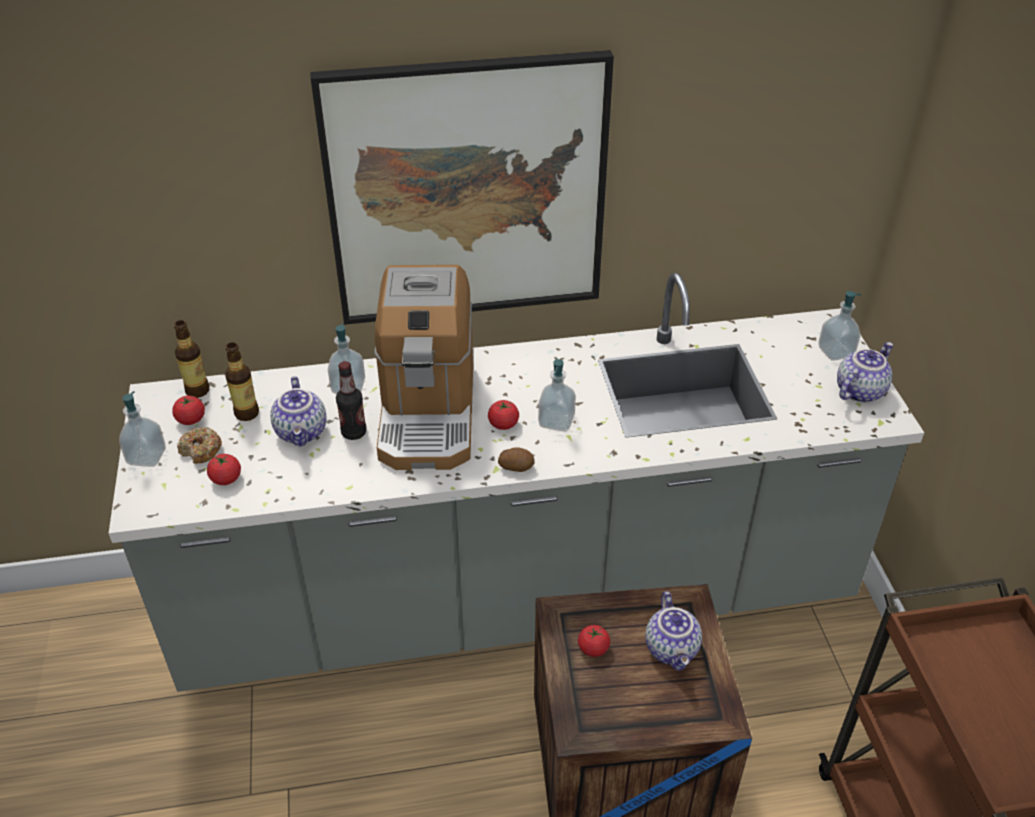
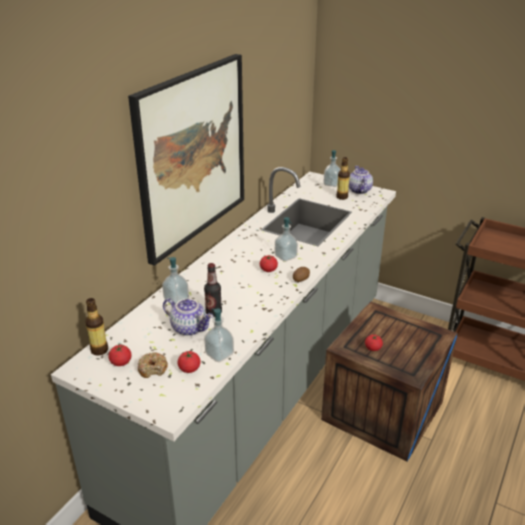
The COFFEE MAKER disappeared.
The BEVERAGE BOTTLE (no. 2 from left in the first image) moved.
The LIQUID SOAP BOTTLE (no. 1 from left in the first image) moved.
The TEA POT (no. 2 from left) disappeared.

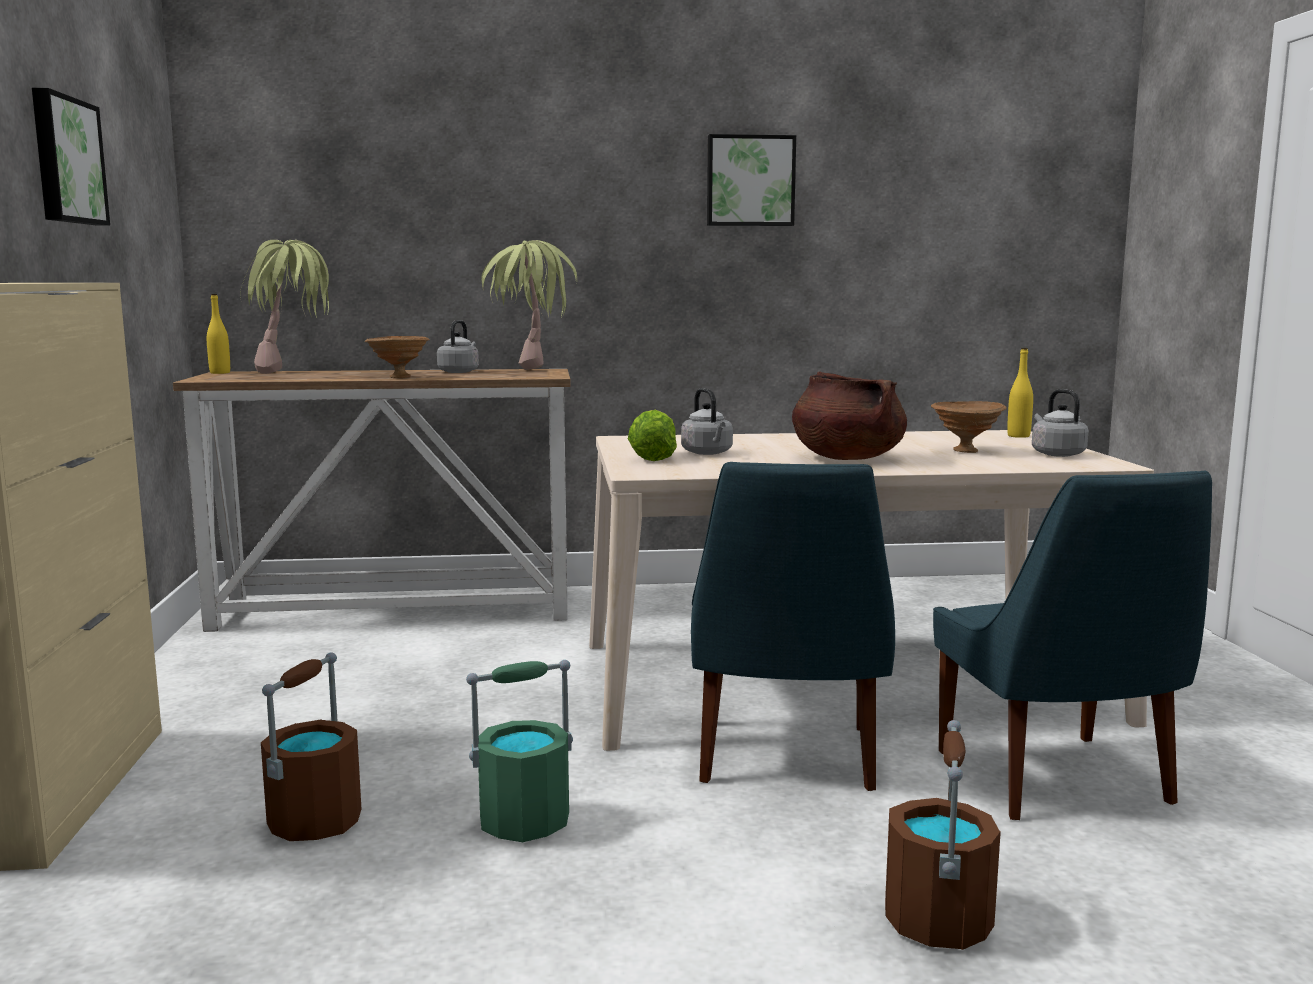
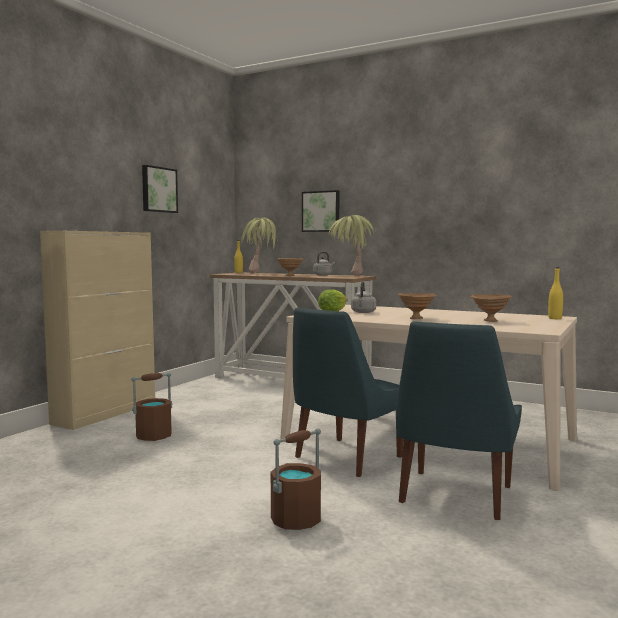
The PICTURE (no. 2 from left) moved.
The BROWN STOCKPOT was replaced by the BROWN SERVING BOWL (no. 2 from left).
The GRAY WATER KETTLE (no. 3 from left) disappeared.
The GREEN WATER BUCKET disappeared.

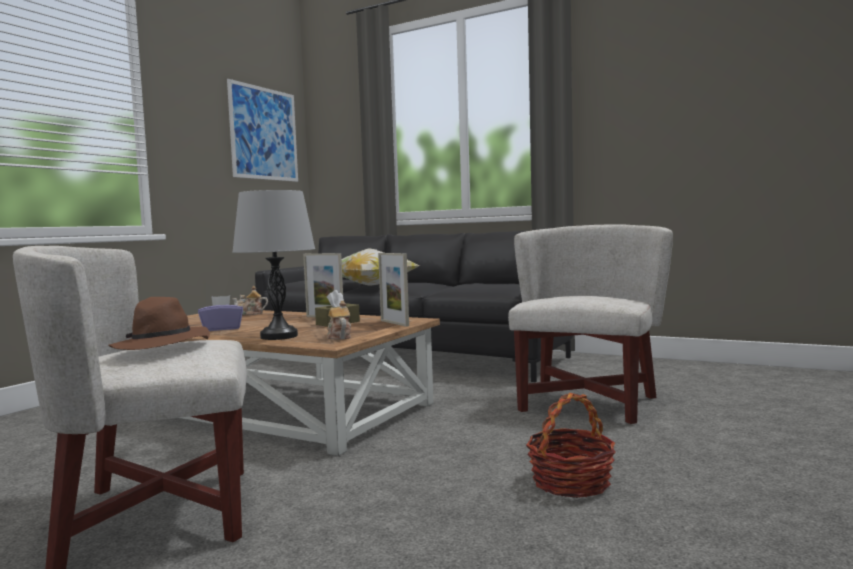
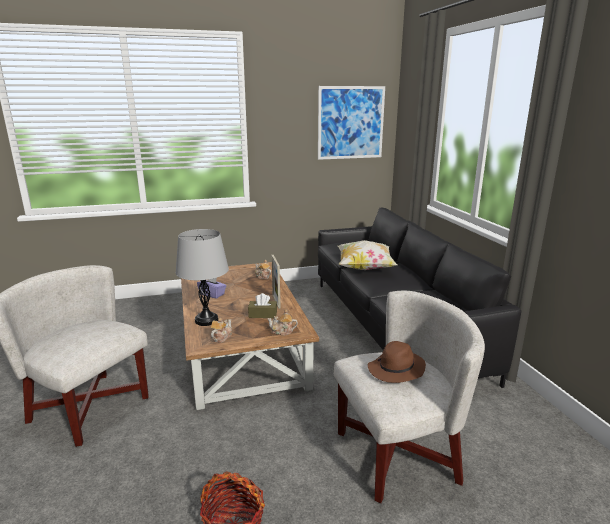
The PHOTO FRAME (no. 2 from left) was replaced by the TEA POT (no. 3 from left).
The BROWN HAT moved.

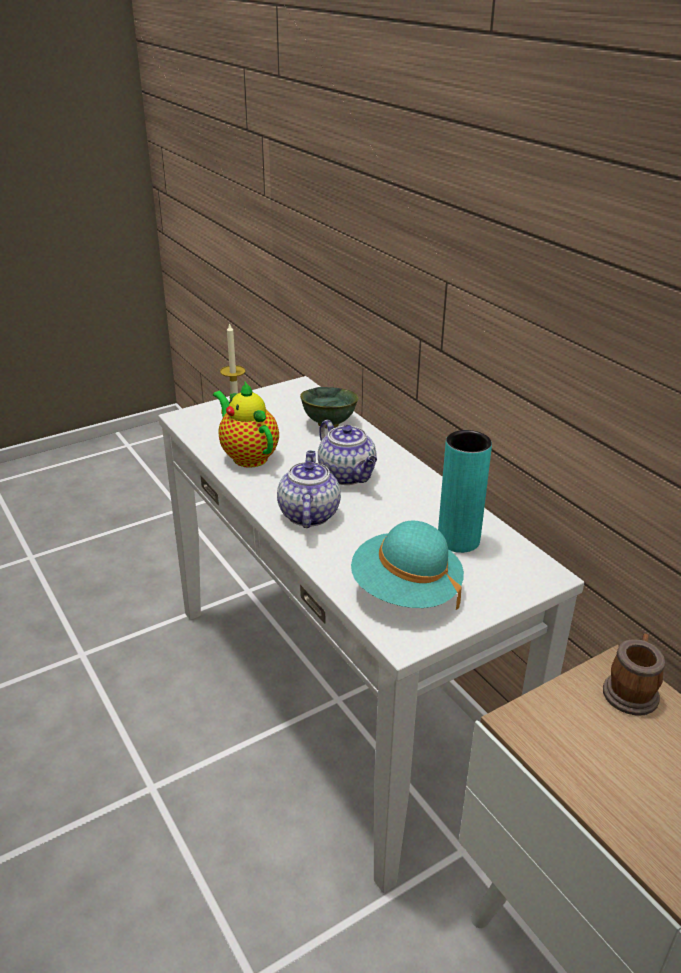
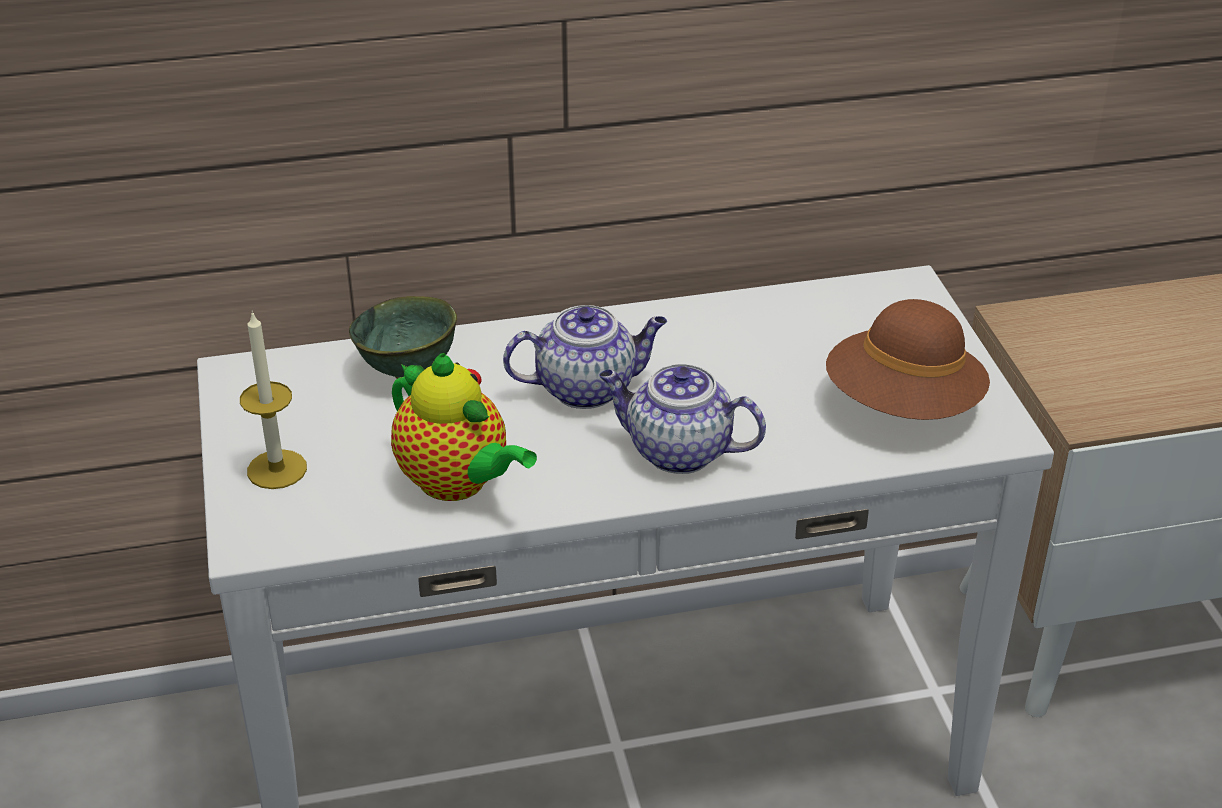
The TEA POT (no. 1 from left) turned 120 degrees counterclockwise.
The BLUE-GREEN FLOWER VASE disappeared.
The BLUE-GREEN HAT became the BROWN HAT.
The TEA MUG disappeared.

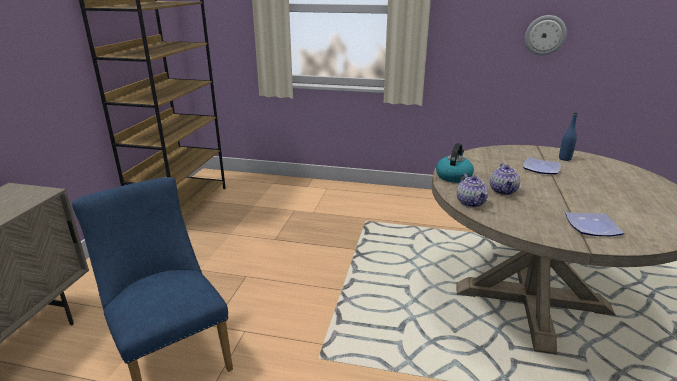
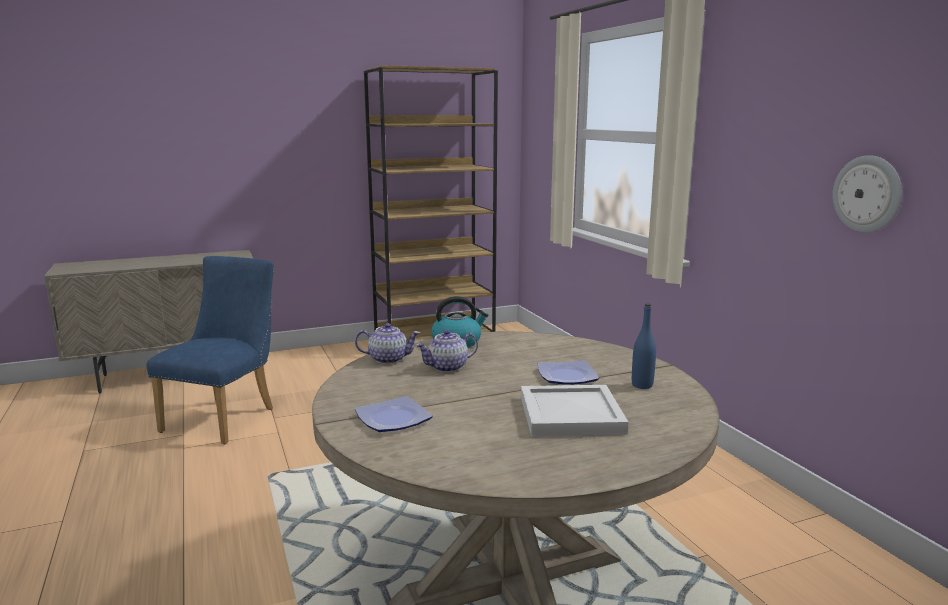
The TEA POT (no. 1 from left) turned 135 degrees counterclockwise.
The WHITISH CARRYING TRAY appeared.

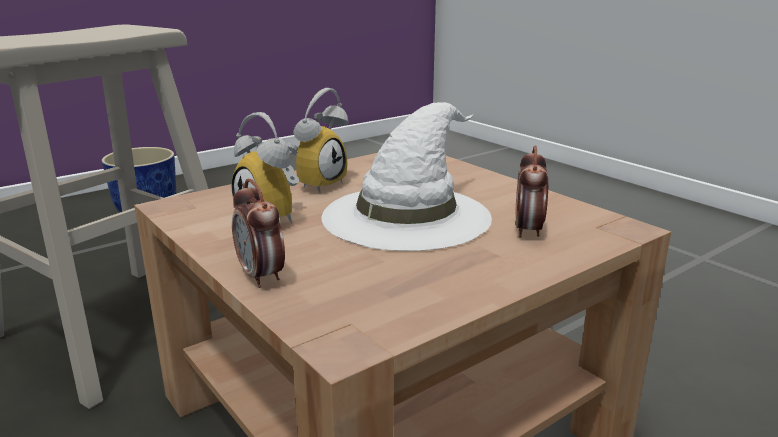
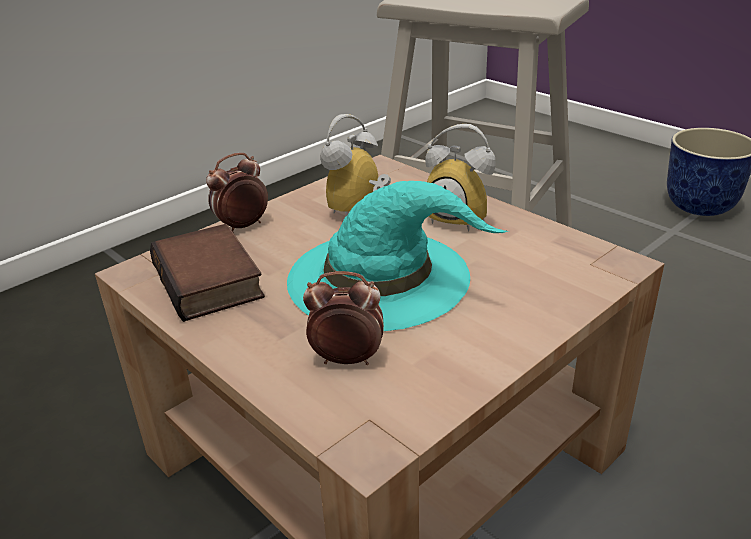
The WHITISH HAT became the BLUE-GREEN HAT.
The BOUND BOOK appeared.

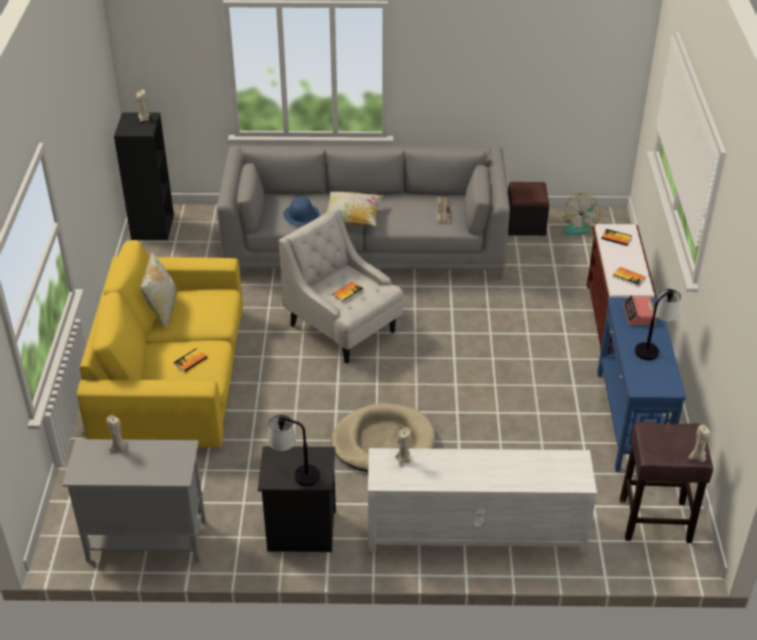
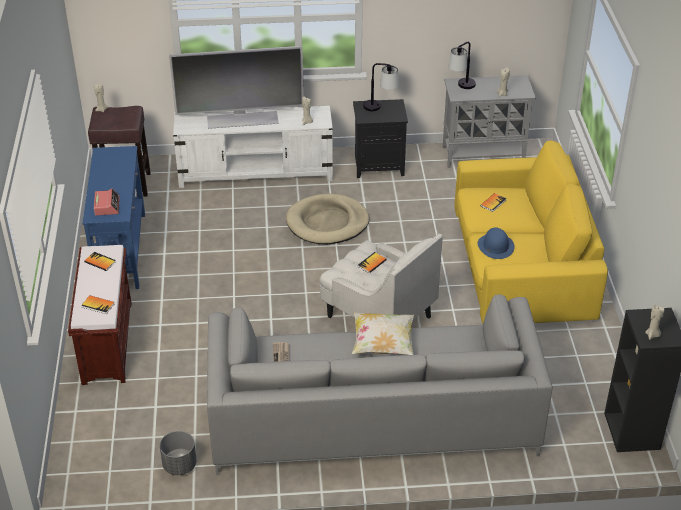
The BLACKISH OTTOMAN was replaced by the GRAY PLANTER.
The ELECTRIC FAN disappeared.
The BLUISH HAT moved.
The PILLOW (no. 1 from left) disappeared.
The LAMP FOR A TABLE (no. 2 from left) moved.
The TELEVISION appeared.

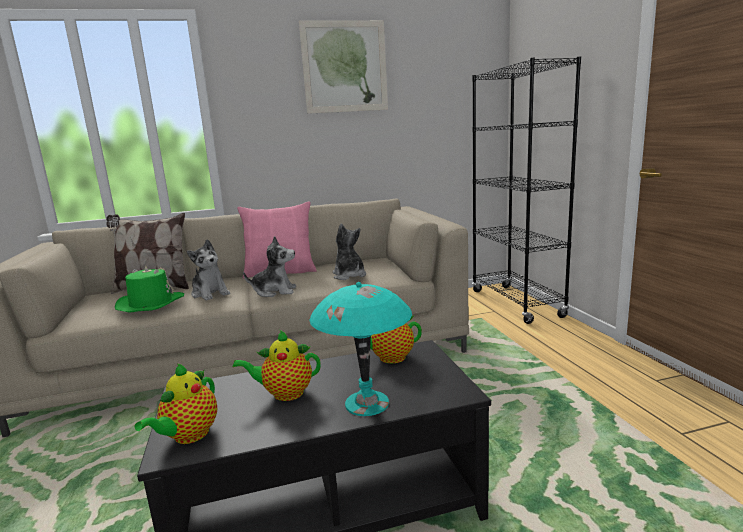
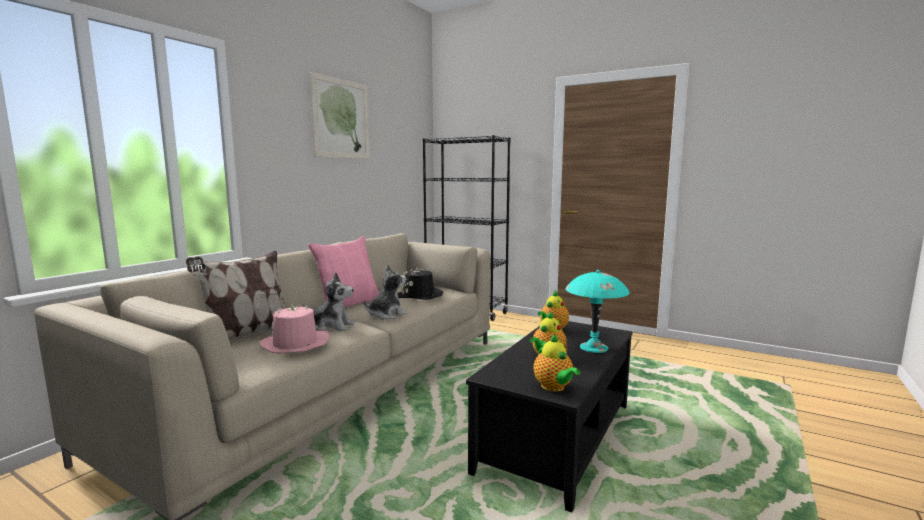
The SOFT TOY (no. 3 from left) was replaced by the BLACKISH HAT.
The GREEN HAT became the PINK HAT.

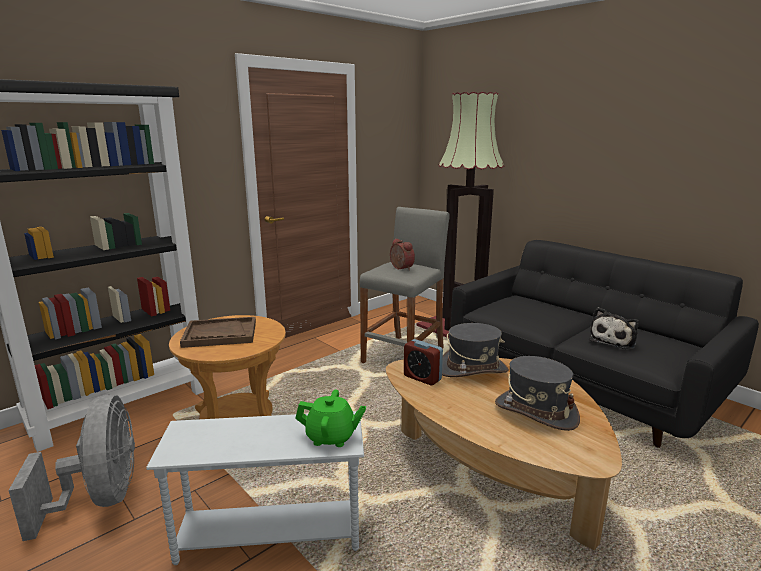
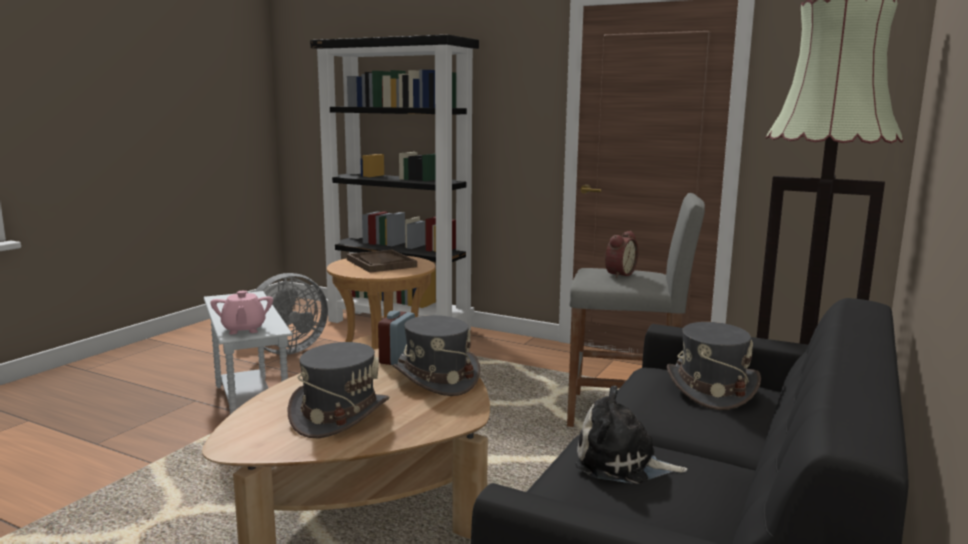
The GREEN TEA POT became the PINK TEA POT.
The GRAY HAT (no. 3 from left) appeared.

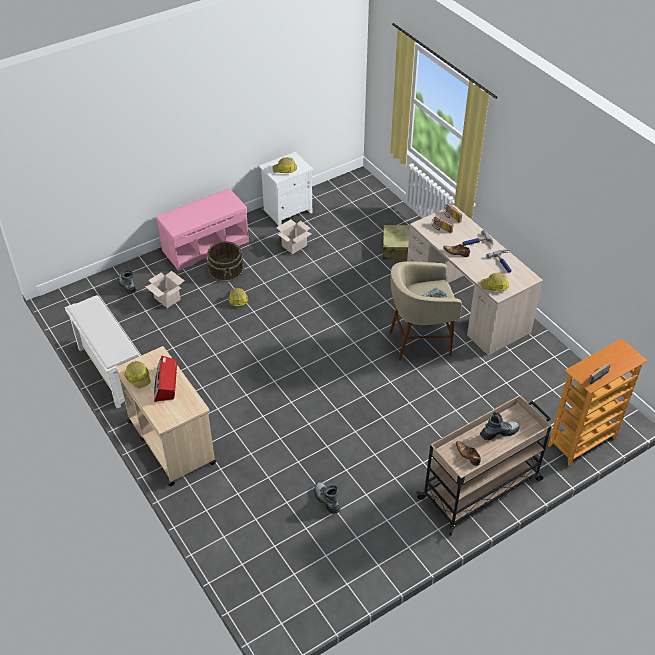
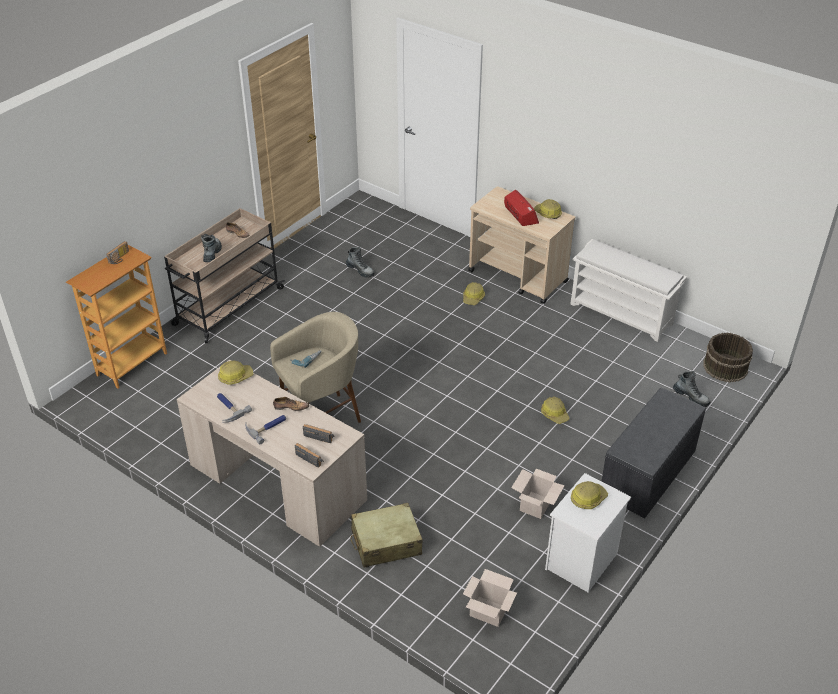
The PINK INDOOR BENCH became the GRAY INDOOR BENCH.
The BROWN WATER BUCKET moved.
The CARDBOARD BOX (no. 1 from left) moved.
The TALL BOOT (no. 3 from left in the first image) turned 135 degrees clockwise.
The WORK HELMET (no. 2 from left) appeared.

